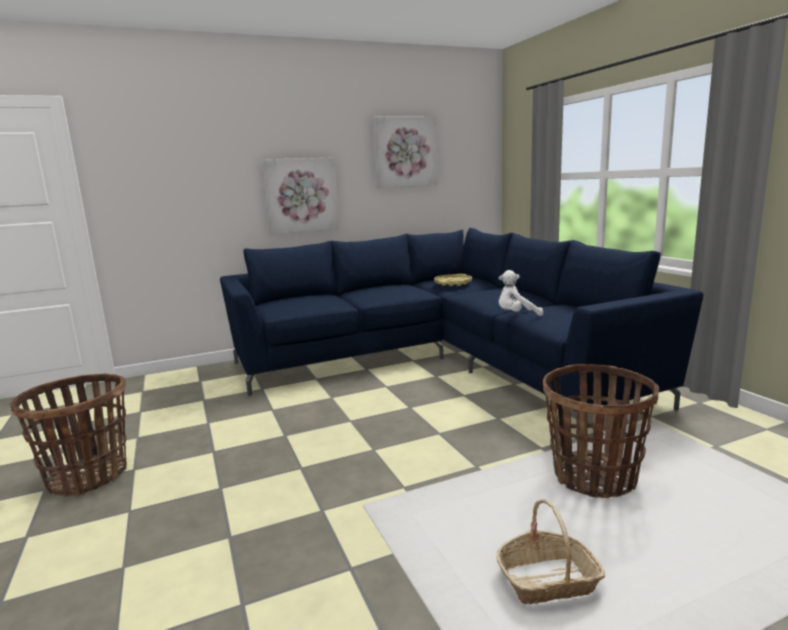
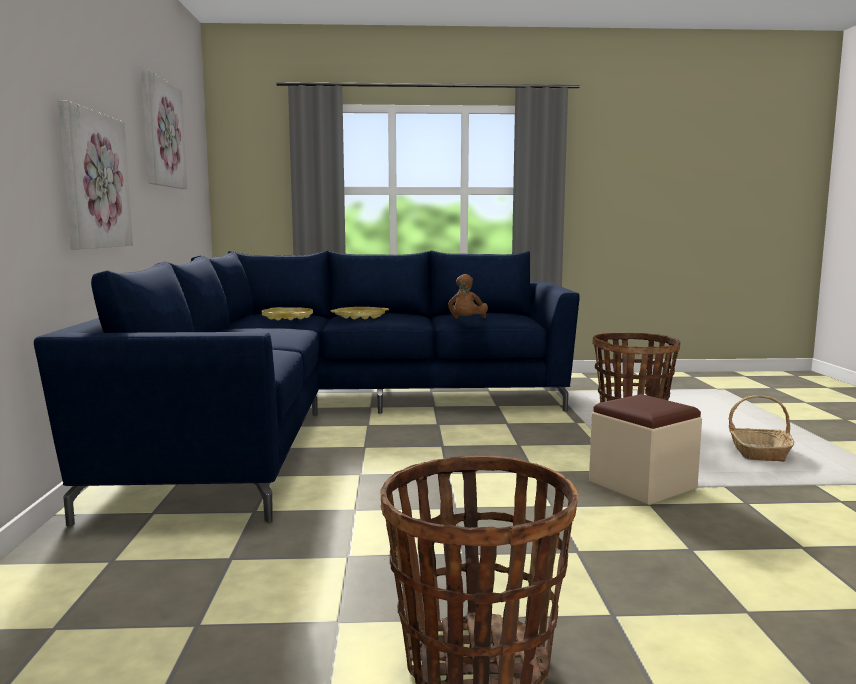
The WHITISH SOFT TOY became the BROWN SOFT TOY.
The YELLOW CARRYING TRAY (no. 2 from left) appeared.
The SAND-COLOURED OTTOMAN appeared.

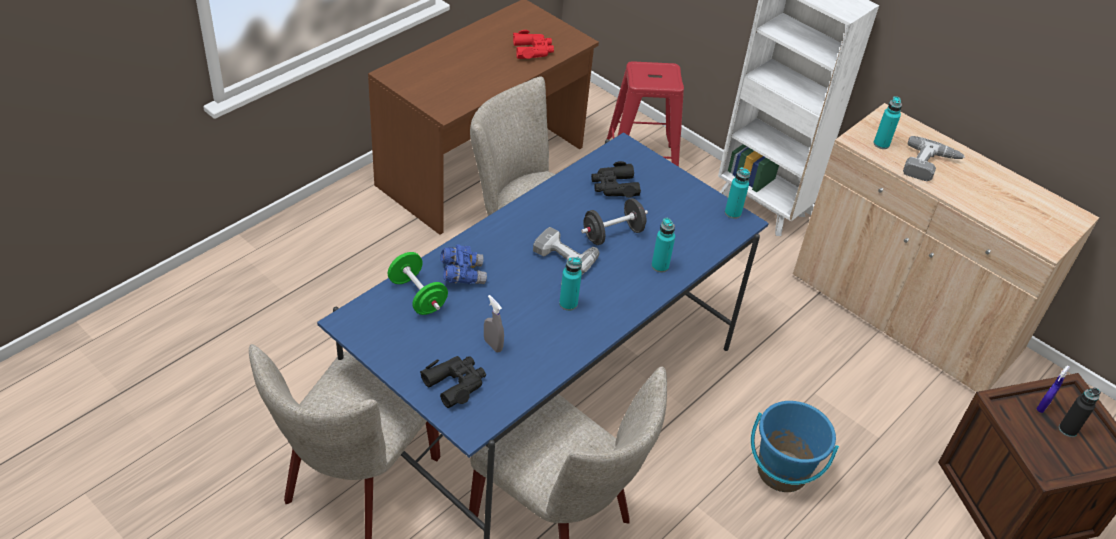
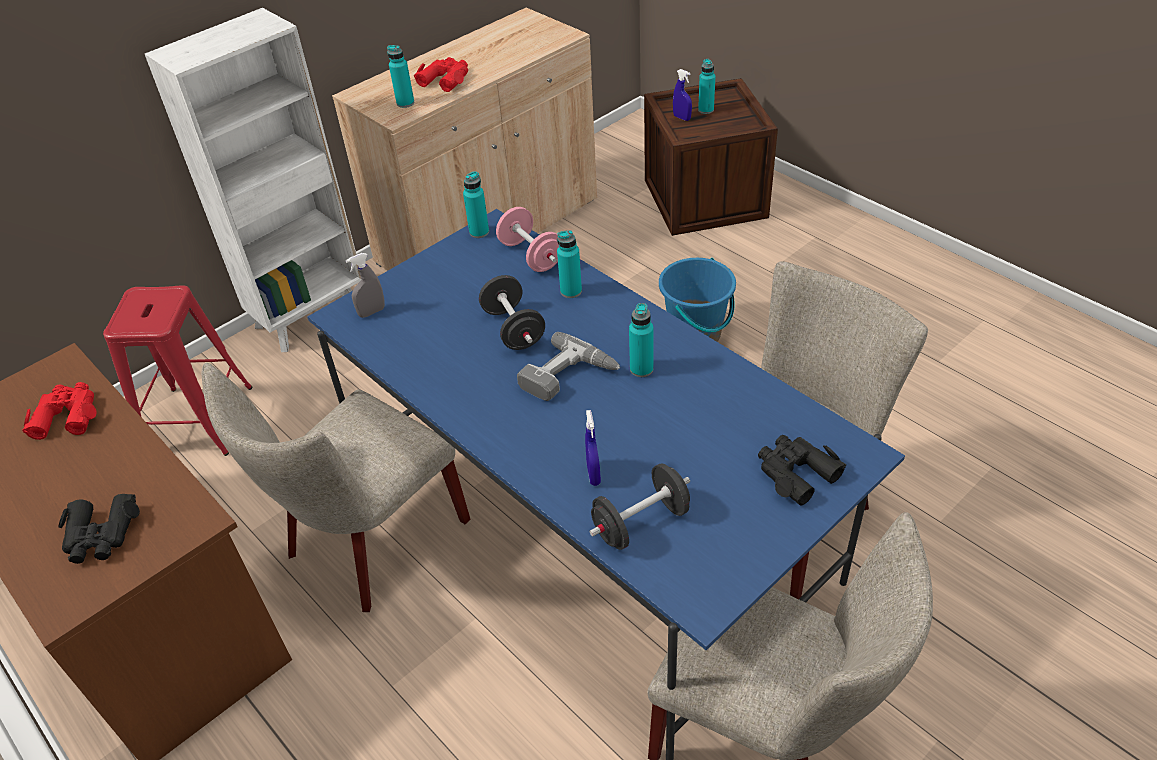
The DRILL (no. 2 from left) was replaced by the RED FIELD GLASSES (no. 2 from left).
The BLACKISH FIELD GLASSES (no. 2 from left in the first image) moved.
The BLUISH FIELD GLASSES was replaced by the BLUISH SPRAY BOTTLE (no. 1 from left).
The GREEN HAND WEIGHT became the BLACKISH HAND WEIGHT (no. 2 from left).
The GRAY SPRAY BOTTLE moved.
The BLACKISH BEVERAGE BOTTLE became the BLUE-GREEN BEVERAGE BOTTLE (no. 5 from left).
The PINK HAND WEIGHT appeared.

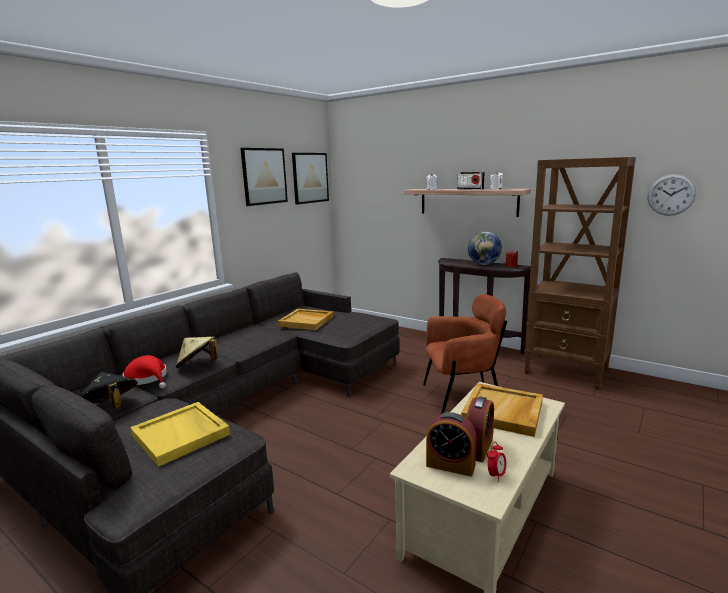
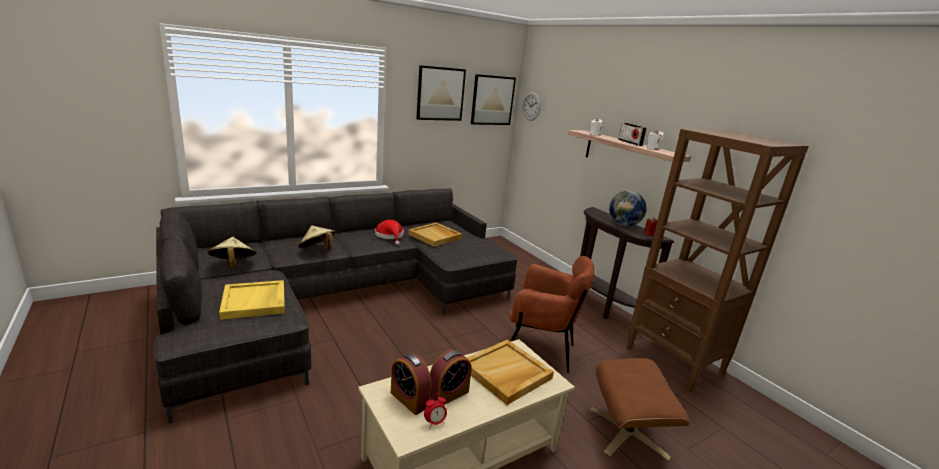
The CLOCK ON THE WALL moved.
The RED HAT moved.
The BLACKISH HAT became the SAND-COLOURED HAT (no. 1 from left).
The BROWN OTTOMAN appeared.

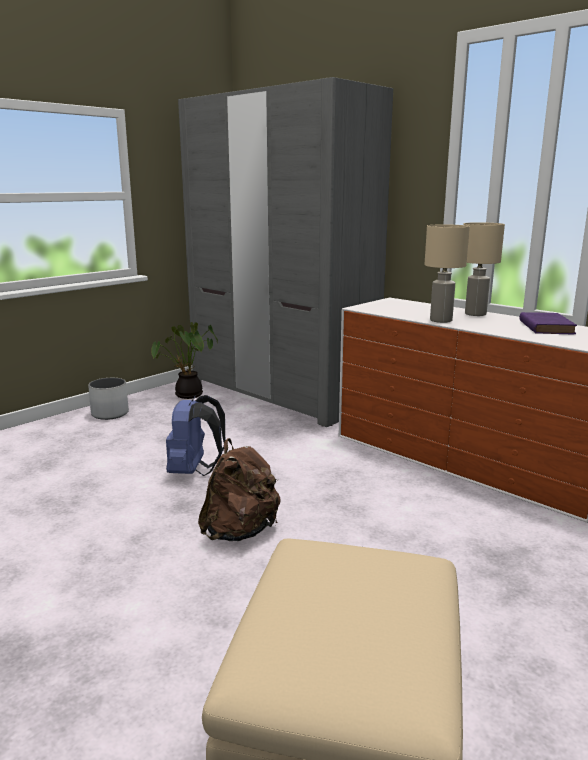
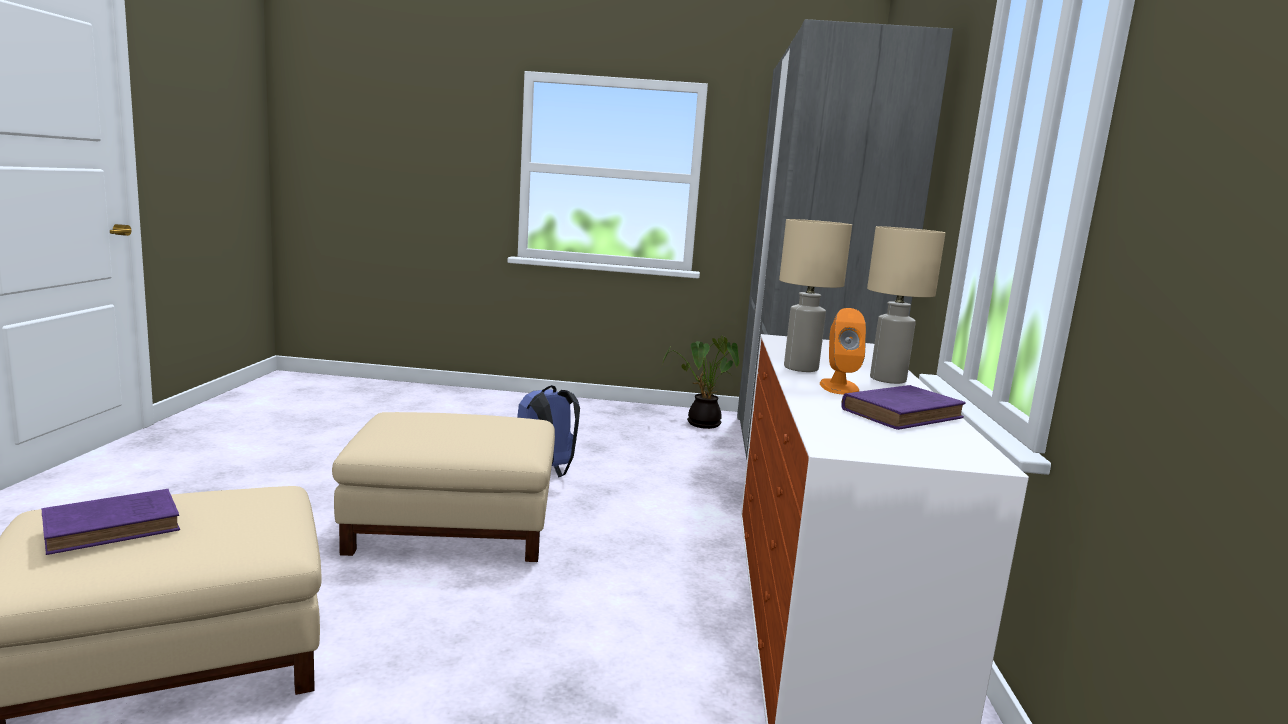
The WHITISH PLANTER disappeared.
The BROWN KNAPSACK was replaced by the SAND-COLOURED OTTOMAN (no. 2 from left).
The ORANGE AUDIO SPEAKER appeared.
The PURPLE-COLOURED BOUND BOOK (no. 1 from left) appeared.

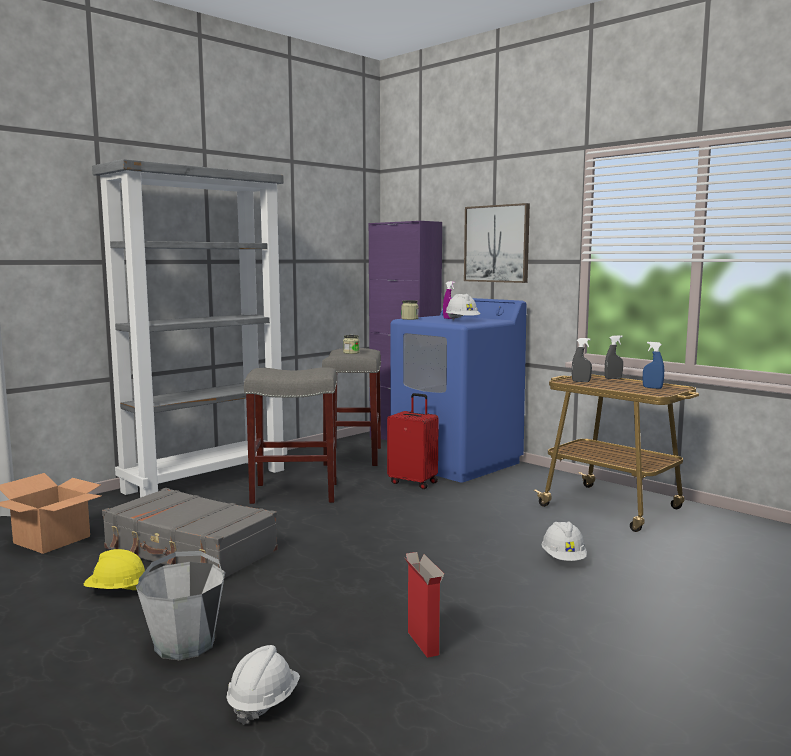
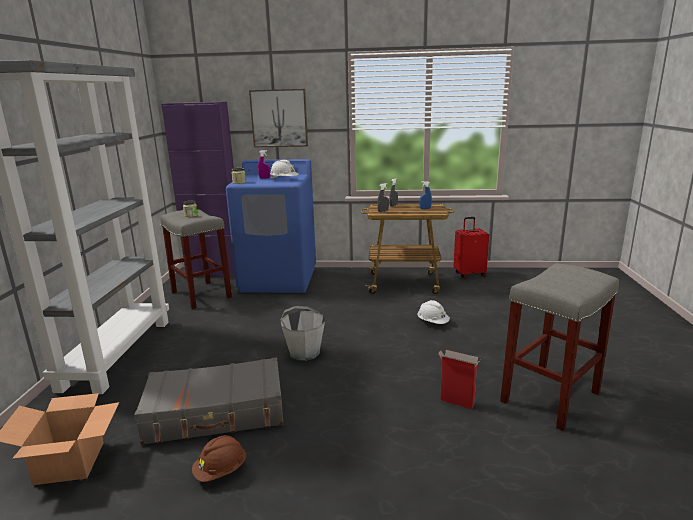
The GRAY STOOL (no. 1 from left in the first image) moved.
The RED SUITCASE moved.
The YELLOW WORK HELMET became the BROWN WORK HELMET.
The GRAY WATER BUCKET moved.
The WHITISH WORK HELMET (no. 1 from left) disappeared.

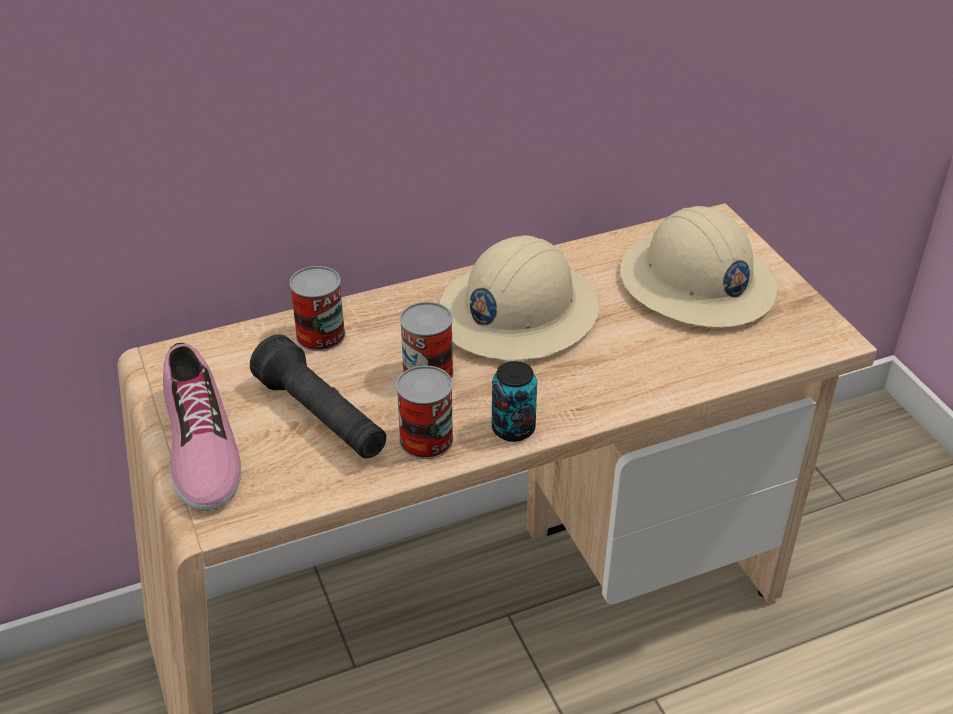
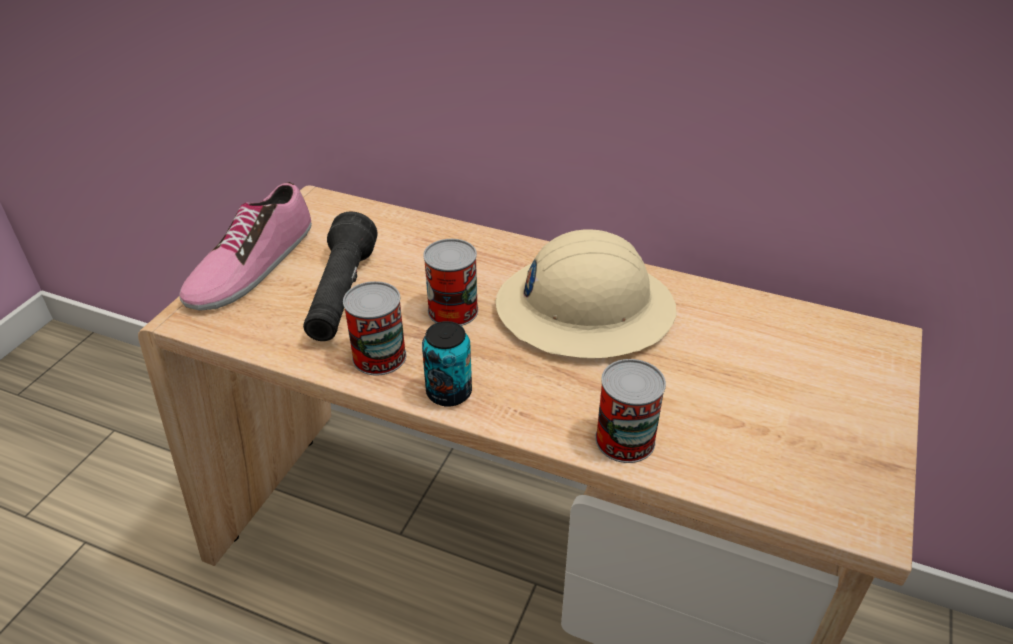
The SAND-COLOURED WORK HELMET (no. 2 from left) disappeared.
The CAN (no. 1 from left in the first image) moved.

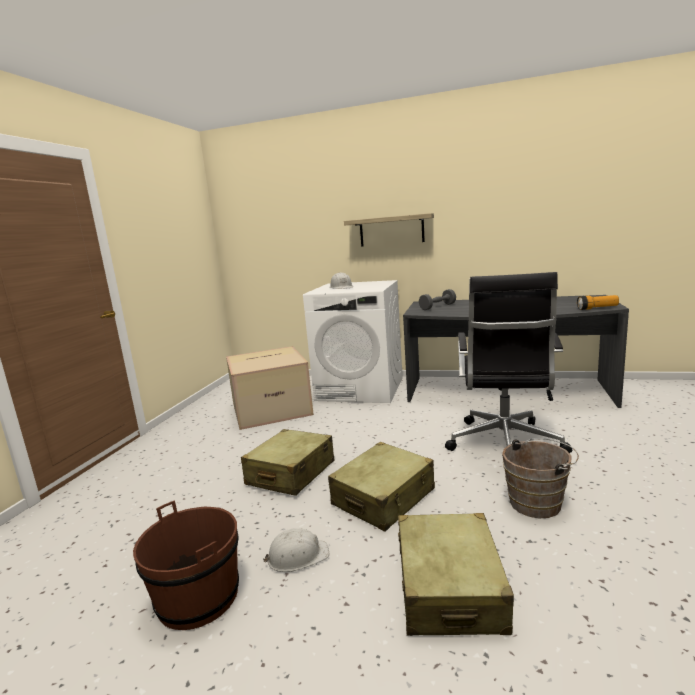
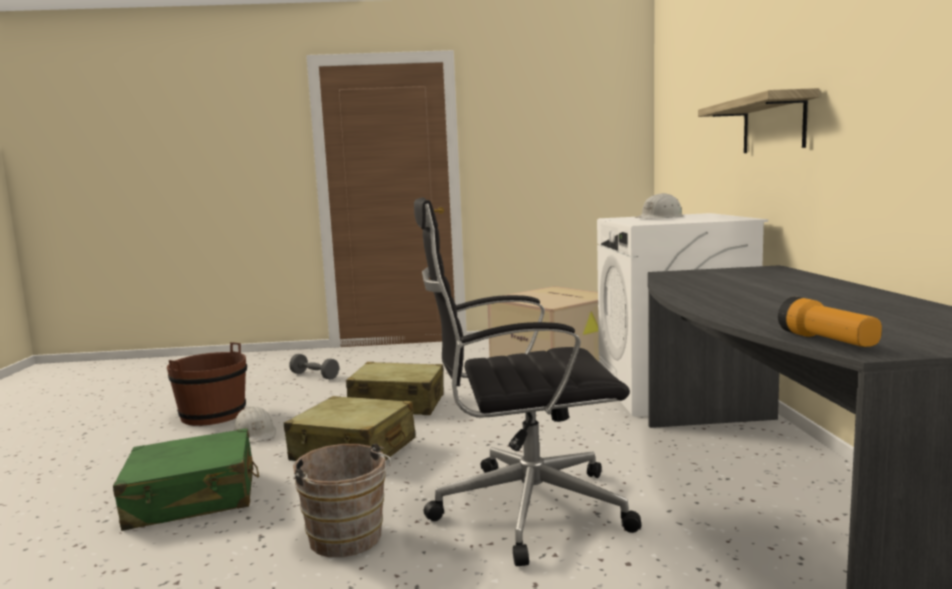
The GRAY HAND WEIGHT moved.
The SAND-COLOURED SUITCASE (no. 3 from left) became the GREEN SUITCASE.

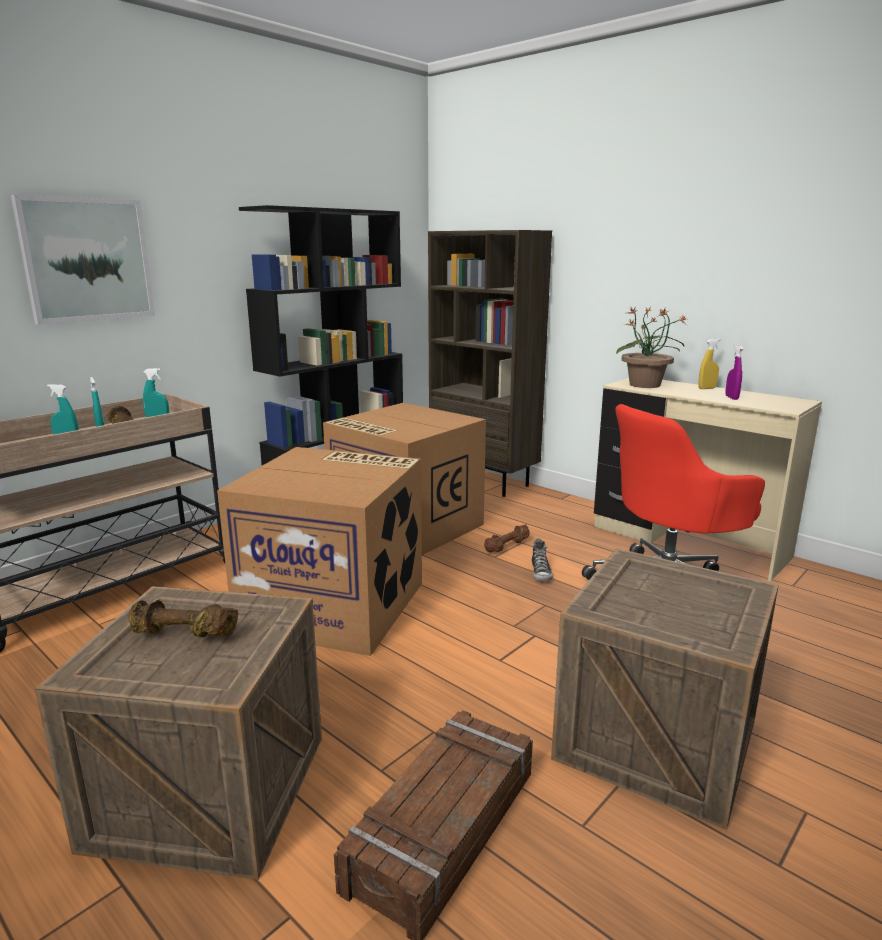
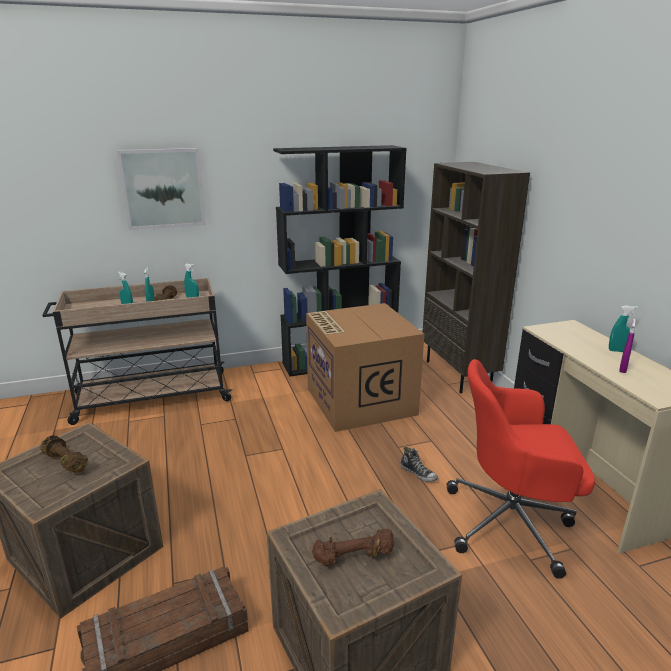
The POTTED PLANT disappeared.
The YELLOW SPRAY BOTTLE became the BLUE-GREEN SPRAY BOTTLE (no. 4 from left).
The CARDBOARD BOX (no. 1 from left) disappeared.
The BROWN HAND WEIGHT (no. 3 from left) moved.
The LOW SHOE turned 75 degrees counterclockwise.

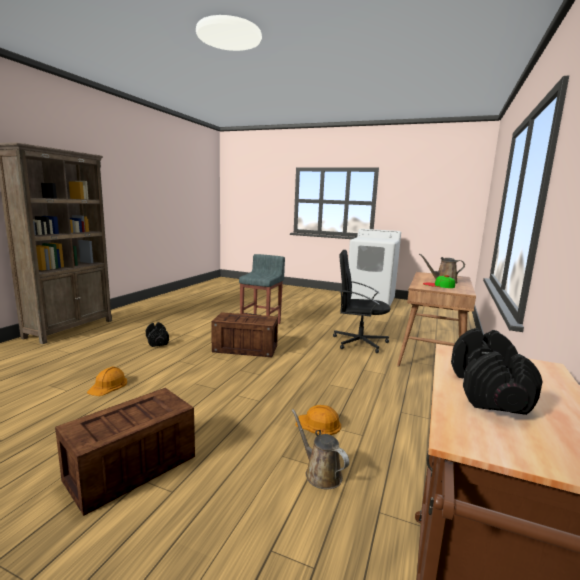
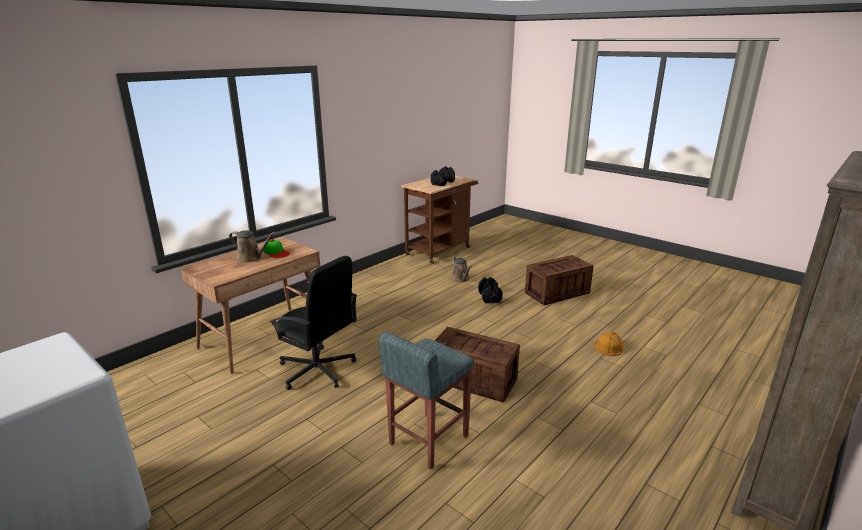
The BLACKISH HAND WEIGHT (no. 1 from left in the first image) moved.
The ORANGE WORK HELMET (no. 2 from left) disappeared.

